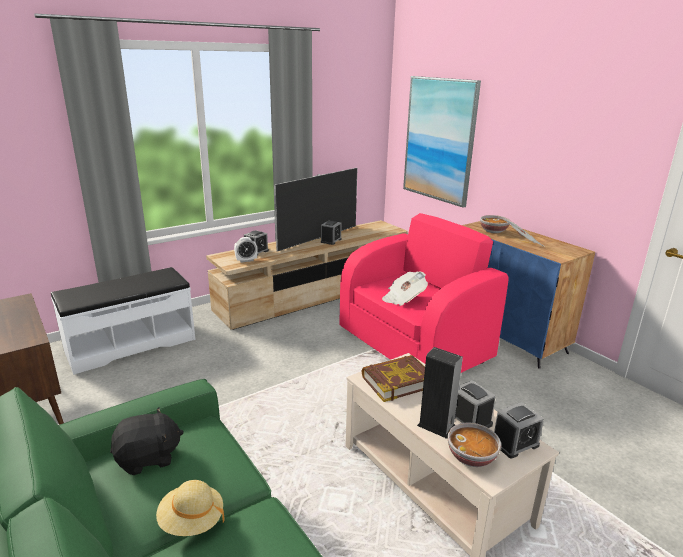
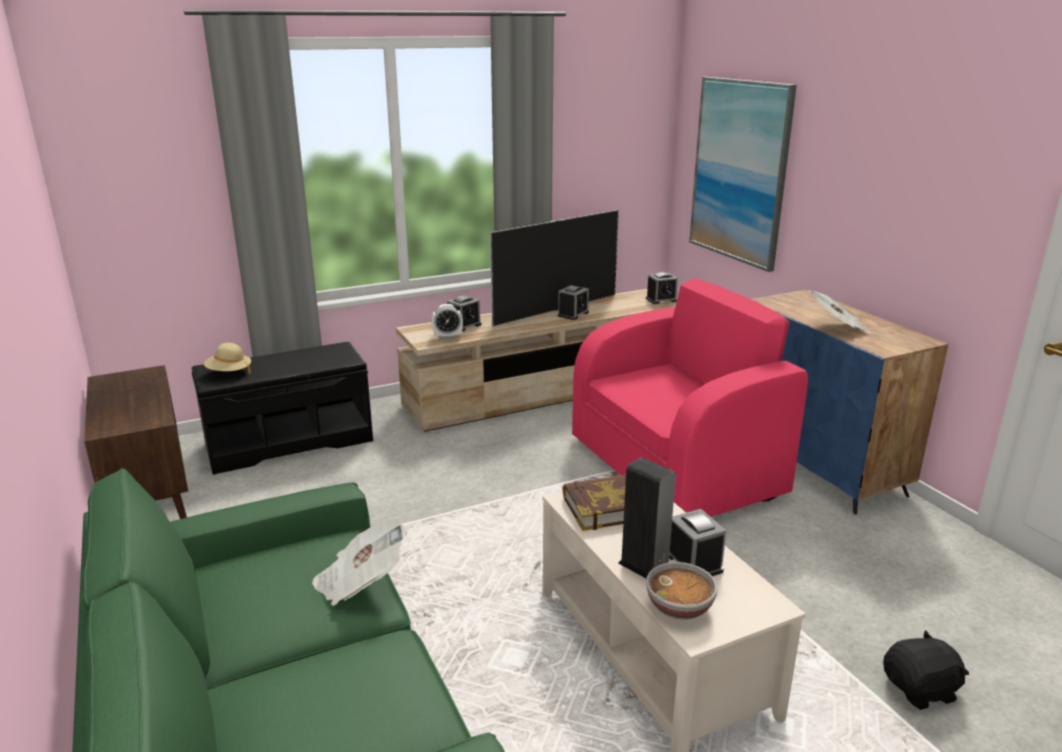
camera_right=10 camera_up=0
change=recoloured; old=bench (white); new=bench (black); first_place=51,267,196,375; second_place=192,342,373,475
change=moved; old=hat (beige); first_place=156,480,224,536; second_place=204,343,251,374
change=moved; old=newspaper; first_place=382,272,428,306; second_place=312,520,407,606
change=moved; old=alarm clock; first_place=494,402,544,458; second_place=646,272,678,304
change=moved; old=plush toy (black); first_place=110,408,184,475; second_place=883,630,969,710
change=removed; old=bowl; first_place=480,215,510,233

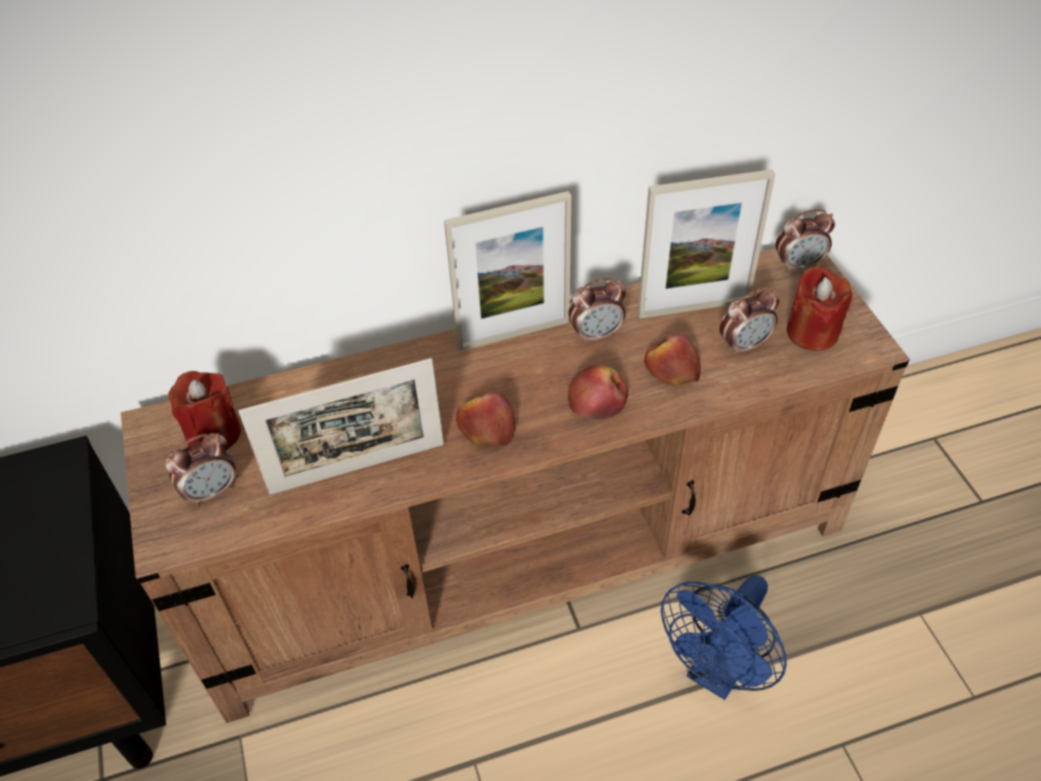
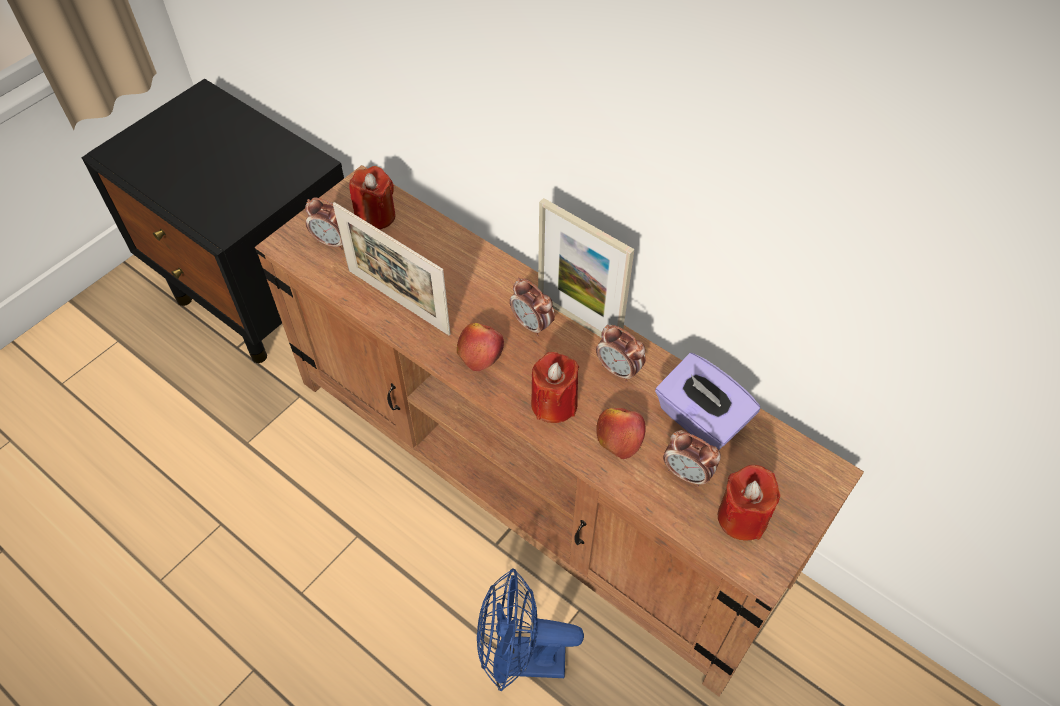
camera_right=55 camera_up=5
change=moved; old=alarm clock; first_place=776,209,835,273; second_place=510,278,555,337
change=replaced; old=apple; new=candle (red); first_place=568,365,628,419; second_place=531,352,579,423
change=replaced; old=picture frame; new=tissue box (purple); first_place=638,169,775,319; second_place=655,353,760,450

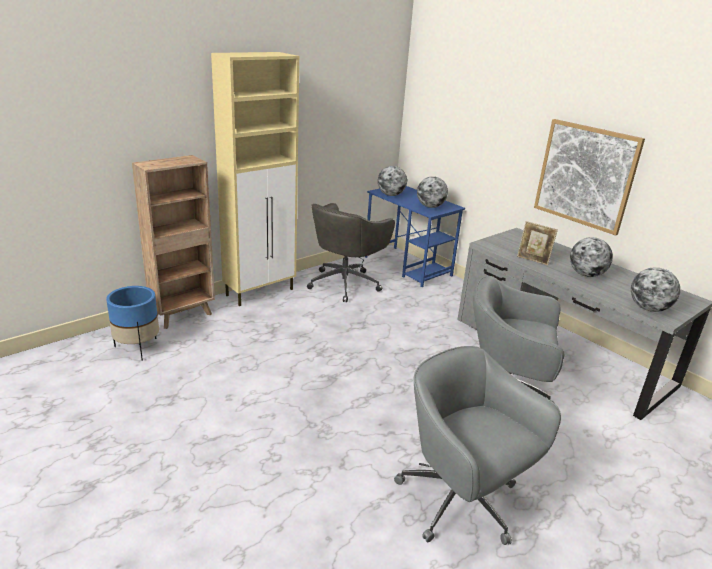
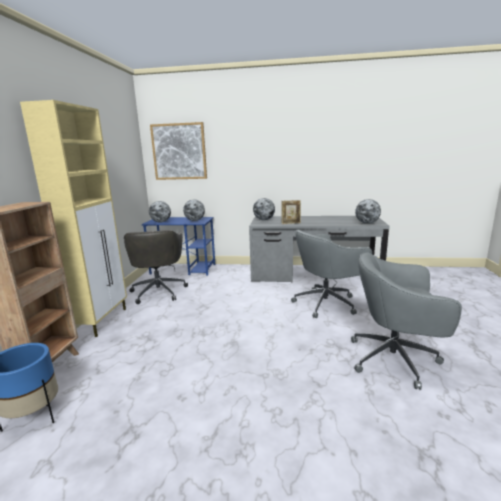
camera_right=-40 camera_up=-10
change=moved; old=picture; first_place=534,119,645,236; second_place=150,122,207,180
change=moved; old=globe; first_place=570,237,613,277; second_place=253,198,275,220

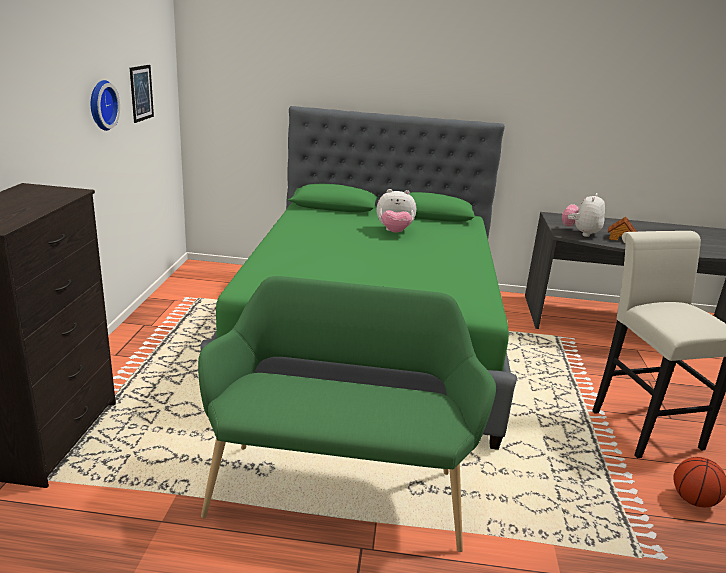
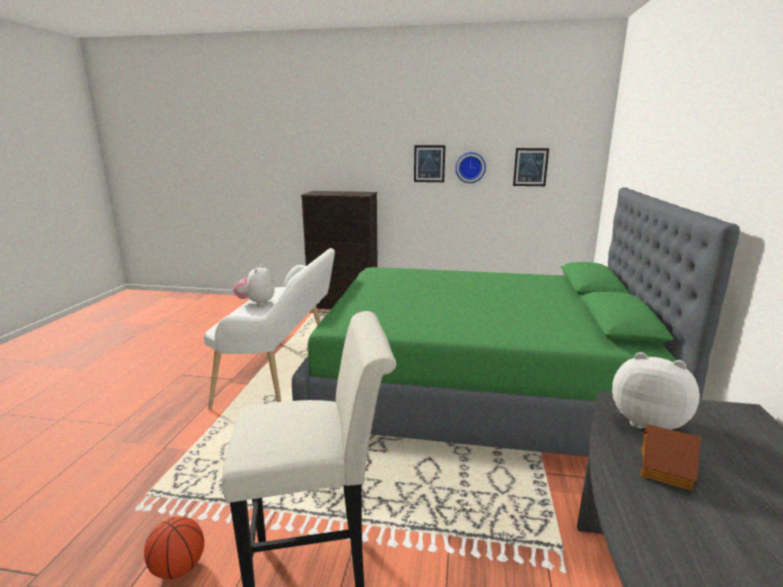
camera_right=95 camera_up=-5
change=recoloured; old=bench (green); new=bench (white); first_place=198,276,496,552; second_place=204,248,335,410
change=moved; old=plush toy; first_place=377,189,416,233; second_place=233,264,274,306
change=added; new=picture; second_place=414,145,445,182

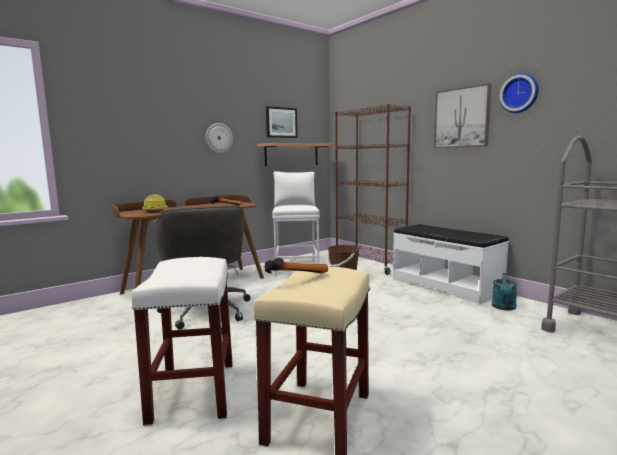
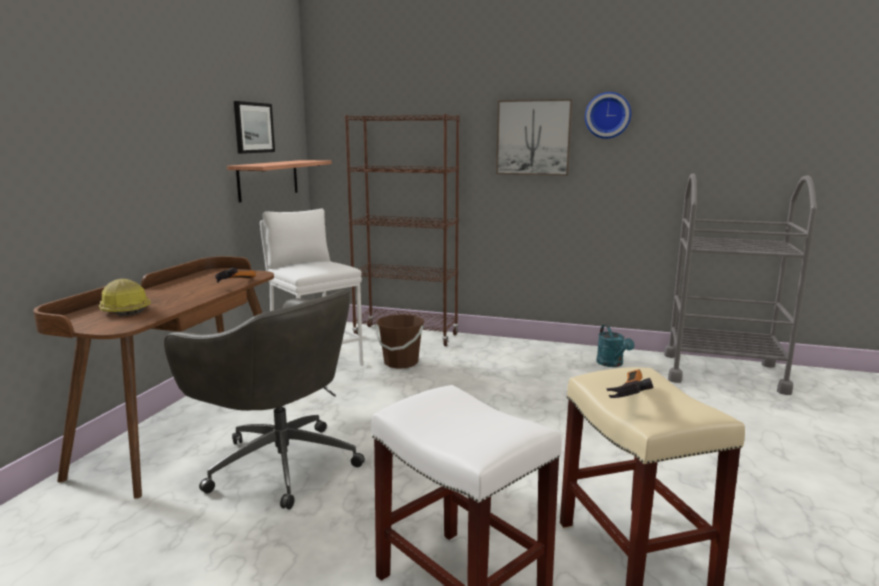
camera_right=-35 camera_up=5
change=removed; old=wall clock; first_place=206,123,233,153
change=removed; old=bench (white); first_place=393,224,509,304

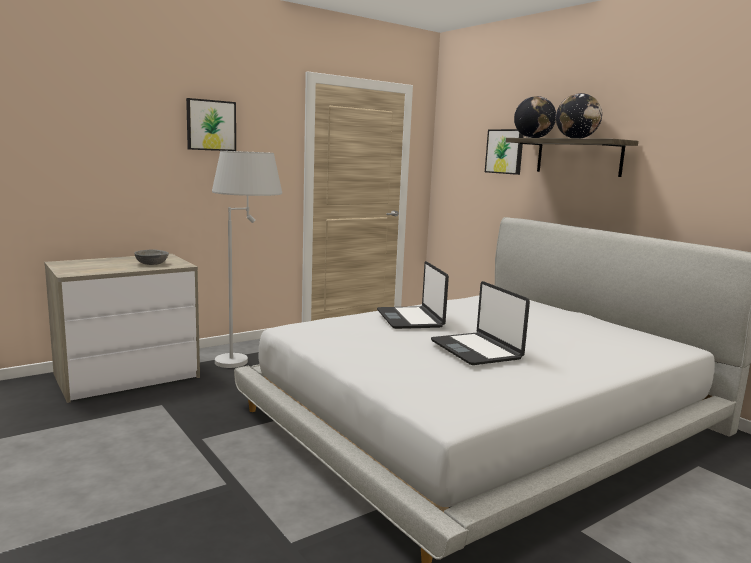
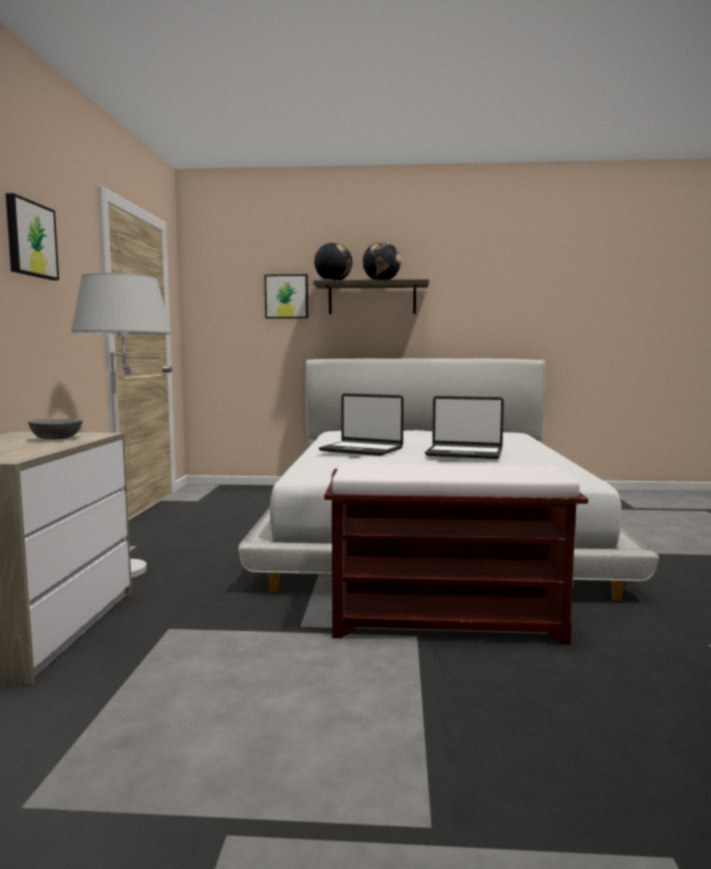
camera_right=-50 camera_up=-5
change=added; new=bench (brown); second_place=324,464,588,645

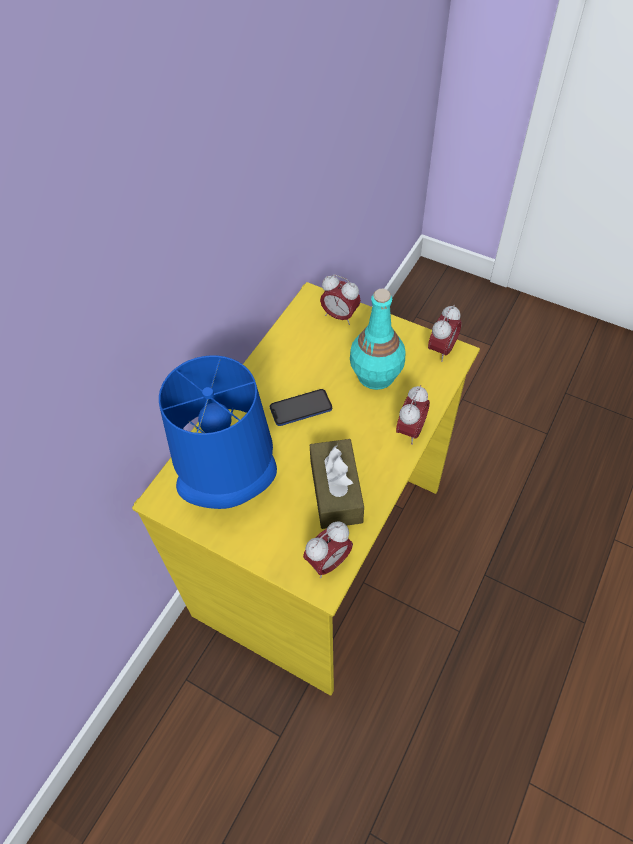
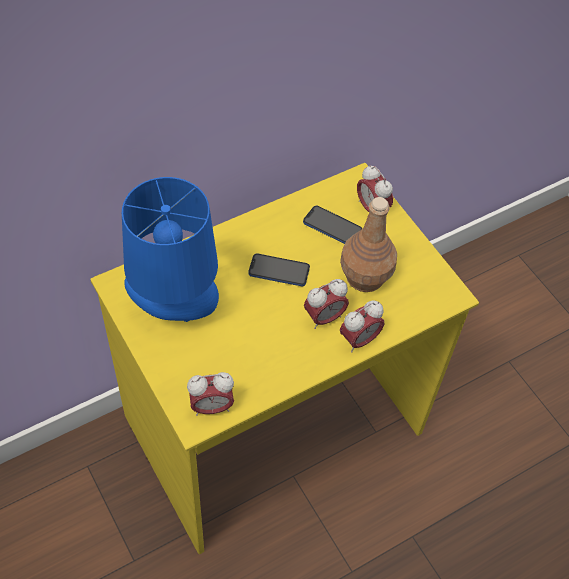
camera_right=25 camera_up=0
change=added; new=phone; second_place=303,206,362,244
change=moved; old=alarm clock; first_place=428,305,462,362; second_place=304,279,349,329
change=recoloured; old=bottle (turquoise); new=bottle (brown); first_place=350,289,406,390; second_place=340,197,397,292
change=removed; old=tissue box (brown); first_place=310,439,364,529

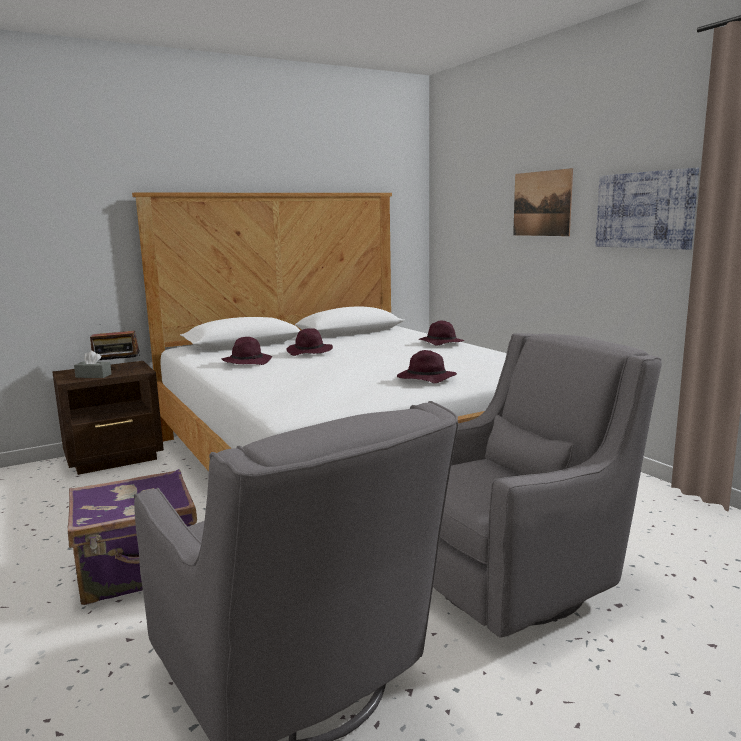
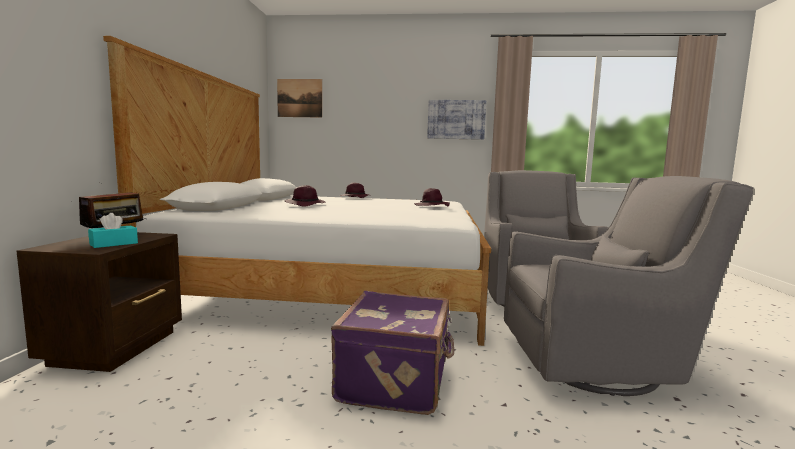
camera_right=-55 camera_up=-5
change=recoloured; old=tissue box (grey); new=tissue box (turquoise); first_place=74,351,112,378; second_place=88,213,138,248
change=moved; old=picture; first_place=513,168,573,236; second_place=277,79,322,118
change=removed; old=hat (purple); first_place=221,337,272,365

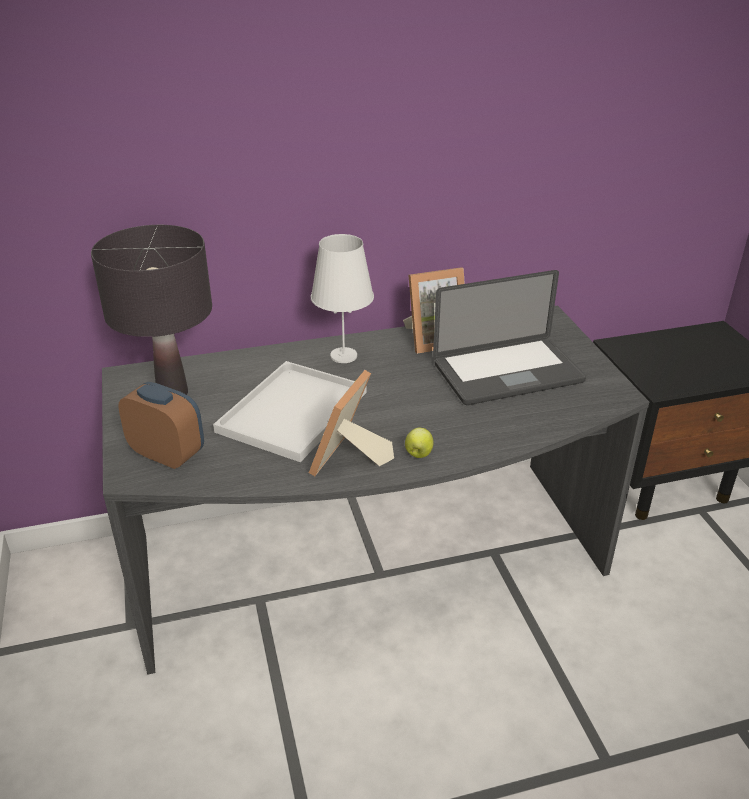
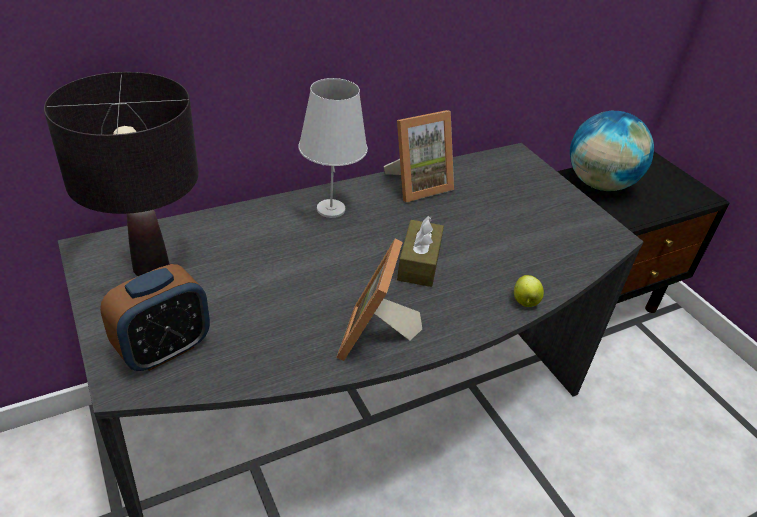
camera_right=-15 camera_up=5
change=turned; old=alarm clock; first_place=118,382,204,469; second_place=100,264,210,371; degrees=120
change=added; new=tissue box (brown); second_place=397,216,444,287
change=moved; old=apple; first_place=405,428,433,458; second_place=514,275,544,307
change=added; new=globe; second_place=570,111,654,191
change=removed; old=tray (white); first_place=213,361,367,462
change=removed; old=laptop; first_place=433,270,586,405

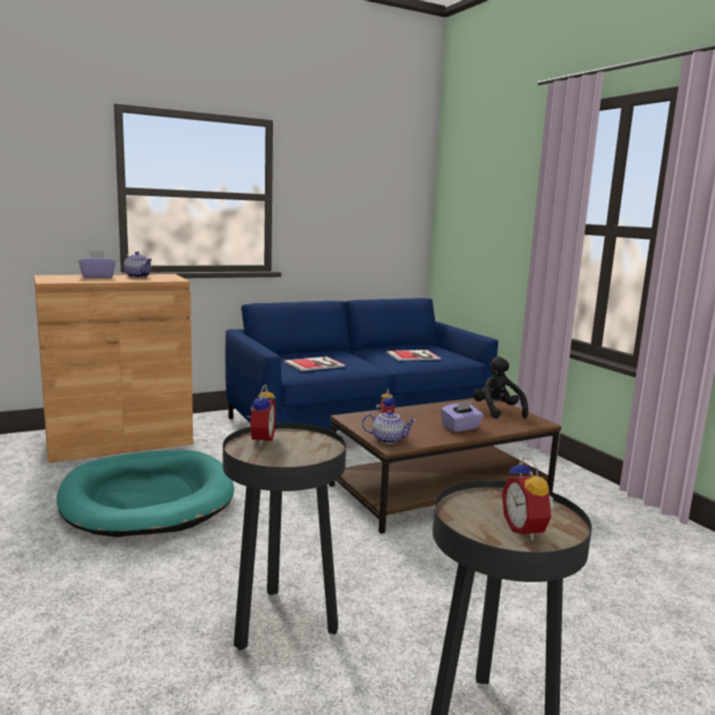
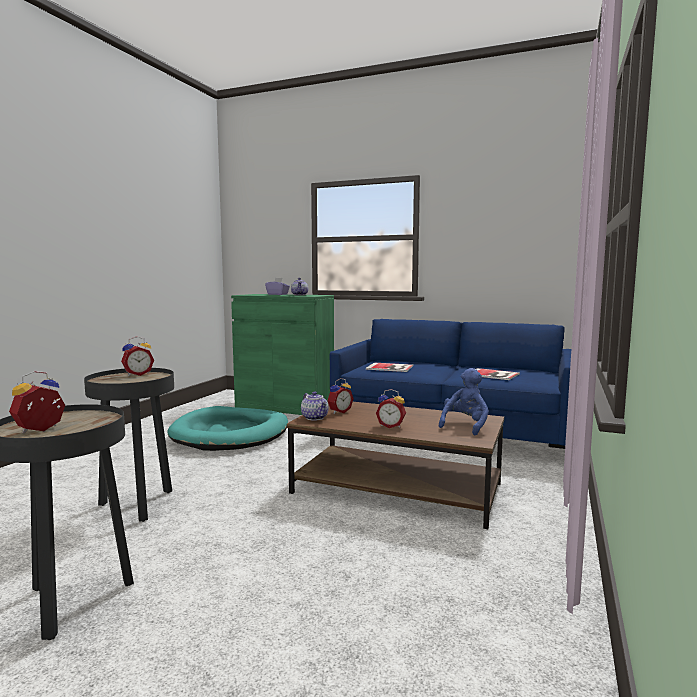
camera_right=50 camera_up=-5
change=recoloured; old=cabinet (brown); new=cabinet (green); first_place=34,274,193,463; second_place=231,294,334,415
change=replaced; old=tissue box (purple); new=alarm clock; first_place=441,400,483,432; second_place=376,389,406,428
change=recoloured; old=plush toy (black); new=plush toy (blue); first_place=473,357,528,419; second_place=439,368,489,435

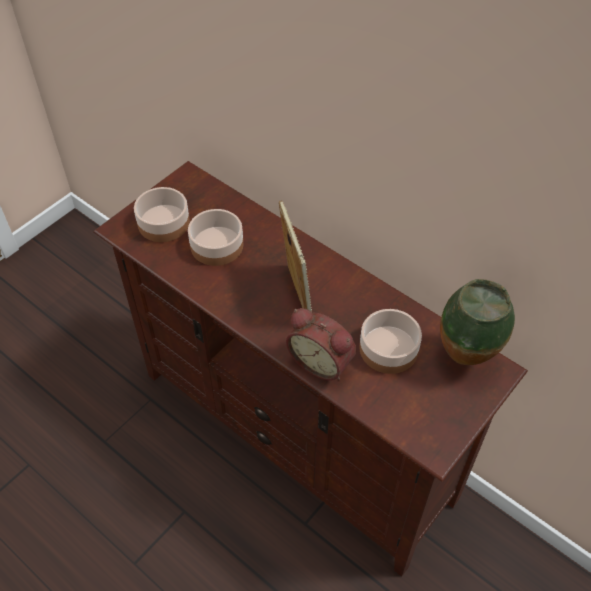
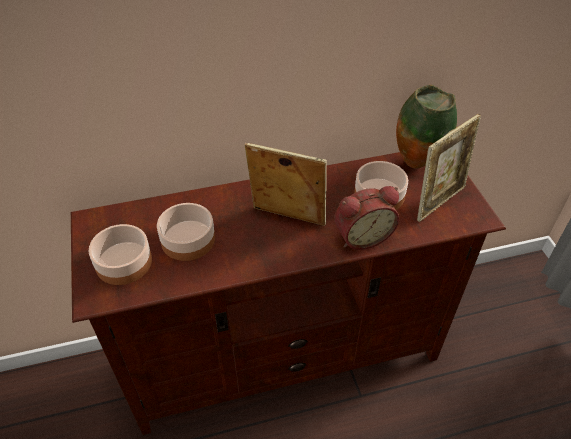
camera_right=-55 camera_up=-5
change=added; new=picture frame; second_place=417,114,481,222

